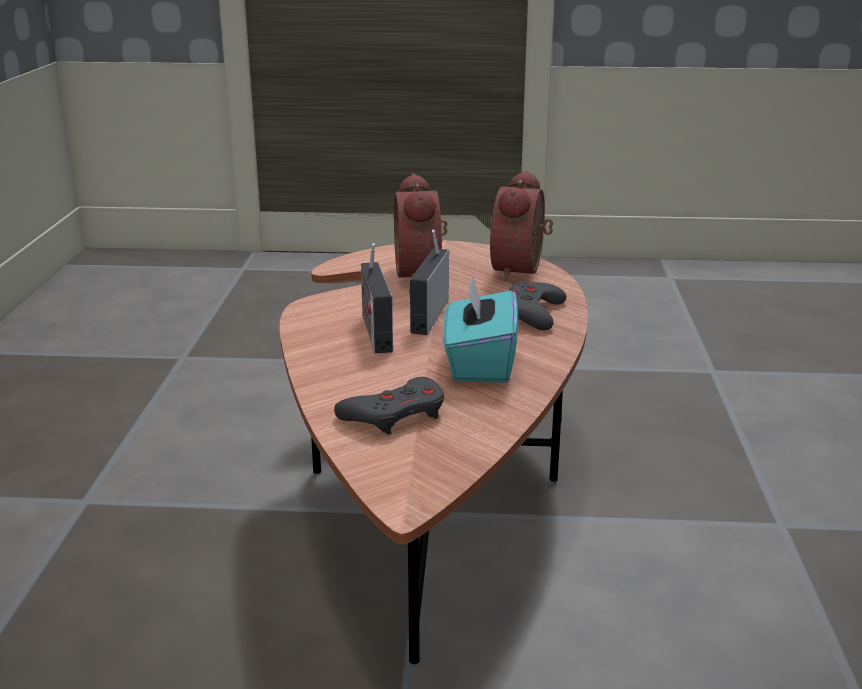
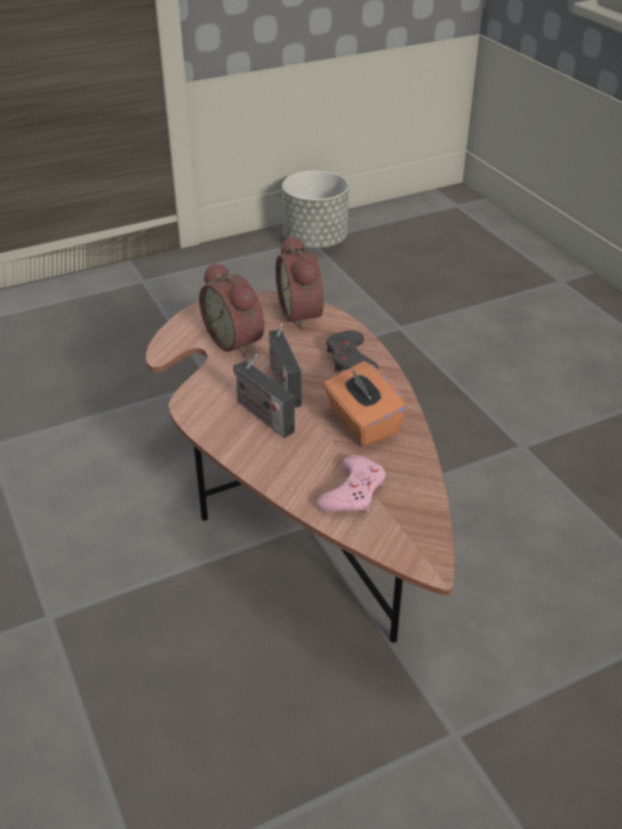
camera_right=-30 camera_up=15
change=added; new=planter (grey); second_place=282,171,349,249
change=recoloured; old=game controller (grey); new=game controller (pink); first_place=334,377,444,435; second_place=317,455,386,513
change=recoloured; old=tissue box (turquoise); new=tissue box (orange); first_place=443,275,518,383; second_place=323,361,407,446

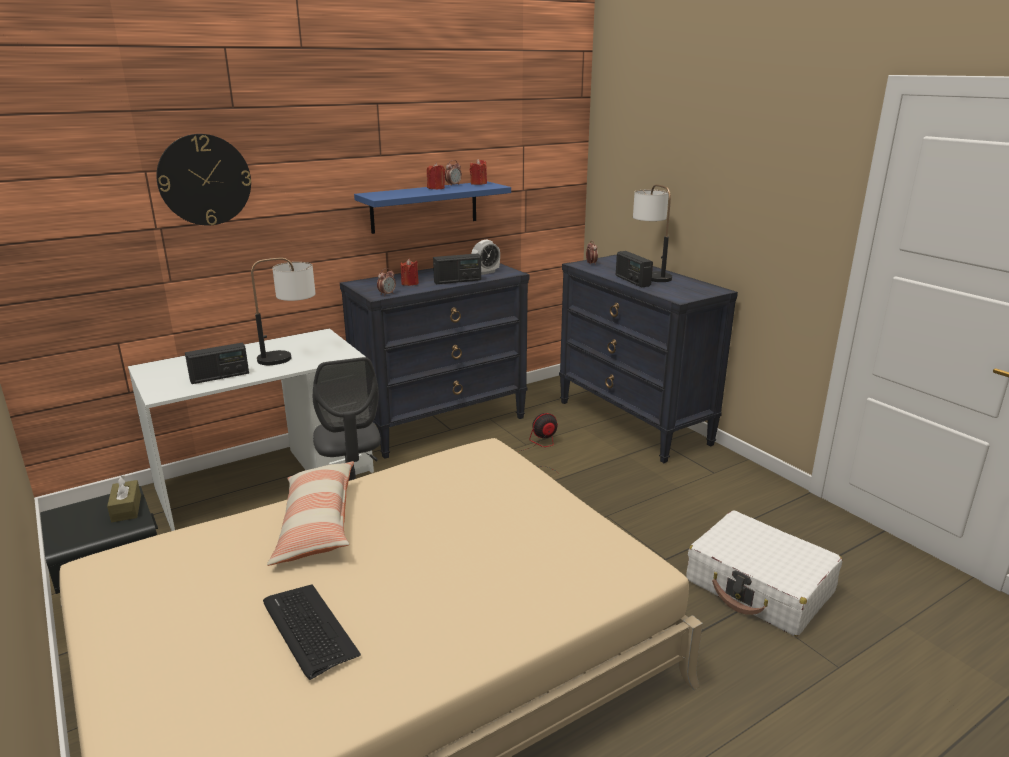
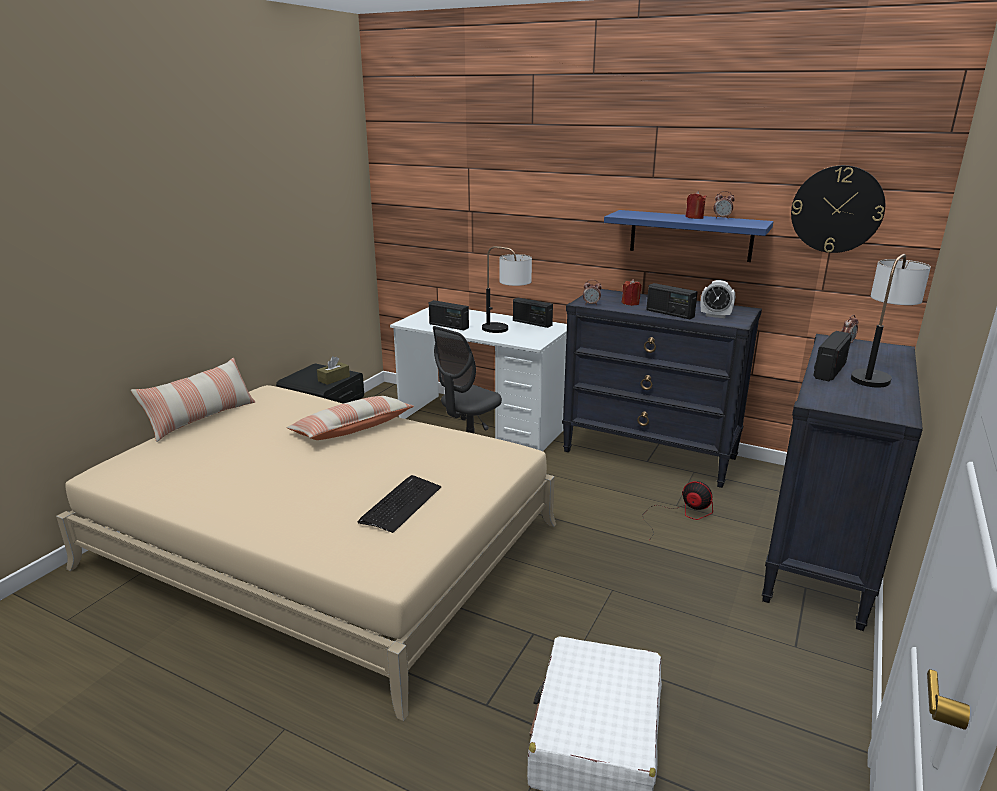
camera_right=60 camera_up=0
change=added; new=pillow; second_place=131,358,255,442
change=moved; old=keyboard; first_place=263,584,361,680; second_place=357,475,441,533
change=added; new=radio; second_place=513,298,553,328
change=moved; old=wall clock; first_place=156,134,251,226; second_place=791,165,885,253
change=removed; old=candle (red); first_place=470,159,487,185

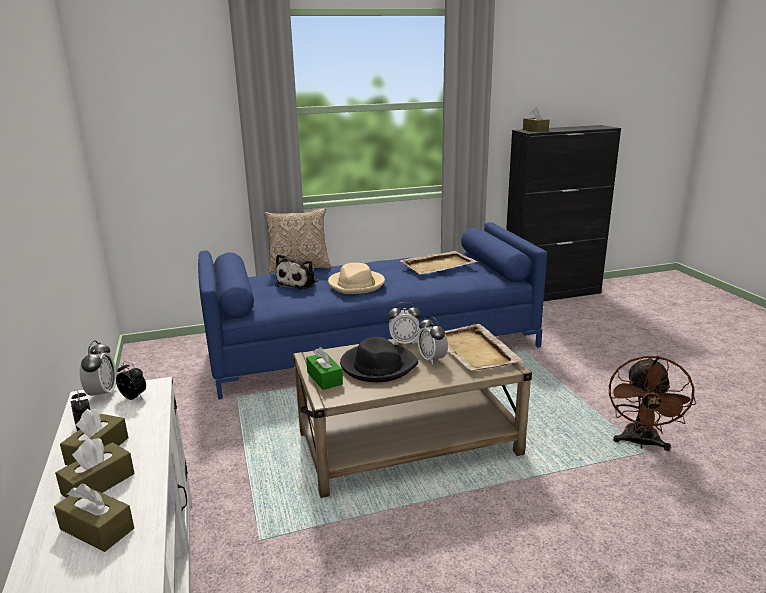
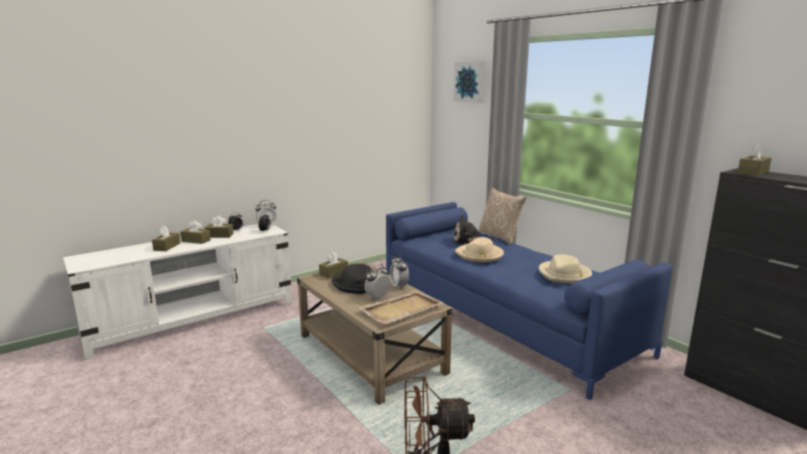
camera_right=70 camera_up=-5
change=recoloured; old=tissue box (green); new=tissue box (brown); first_place=306,347,343,390; second_place=319,252,348,279
change=added; new=picture; second_place=454,61,486,103
change=replaced; old=tray (beige); new=hat (beige); first_place=401,251,477,274; second_place=539,254,592,283

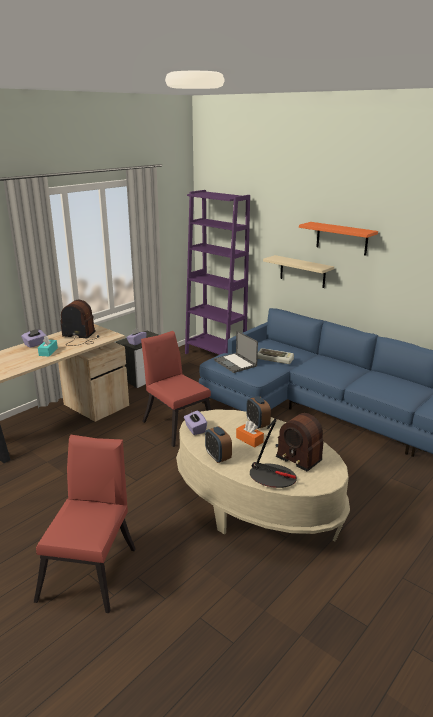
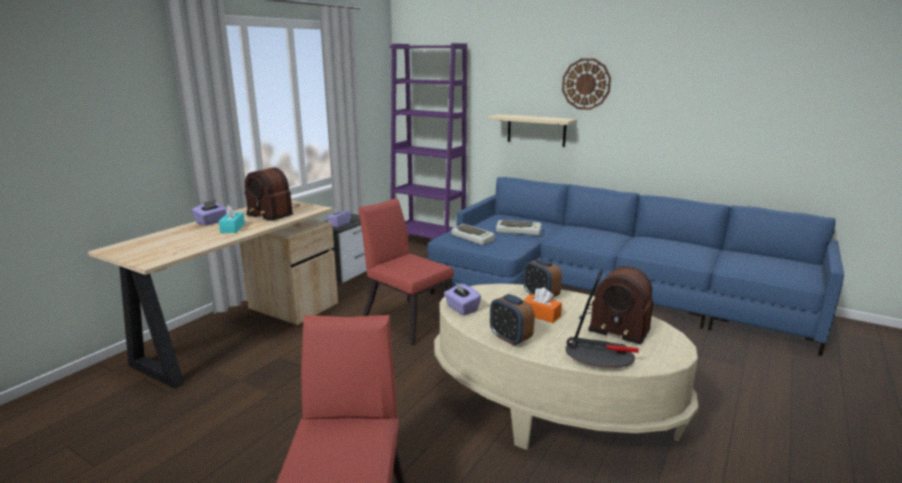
camera_right=-10 camera_up=-5
change=turned; old=radio; first_place=60,300,99,346; second_place=245,167,300,221; degrees=-150
change=replaced; old=laptop; new=keyboard; first_place=214,330,258,373; second_place=451,224,494,245
change=replaced; old=shelf (orange); new=wall clock; first_place=299,222,378,256; second_place=562,58,611,110

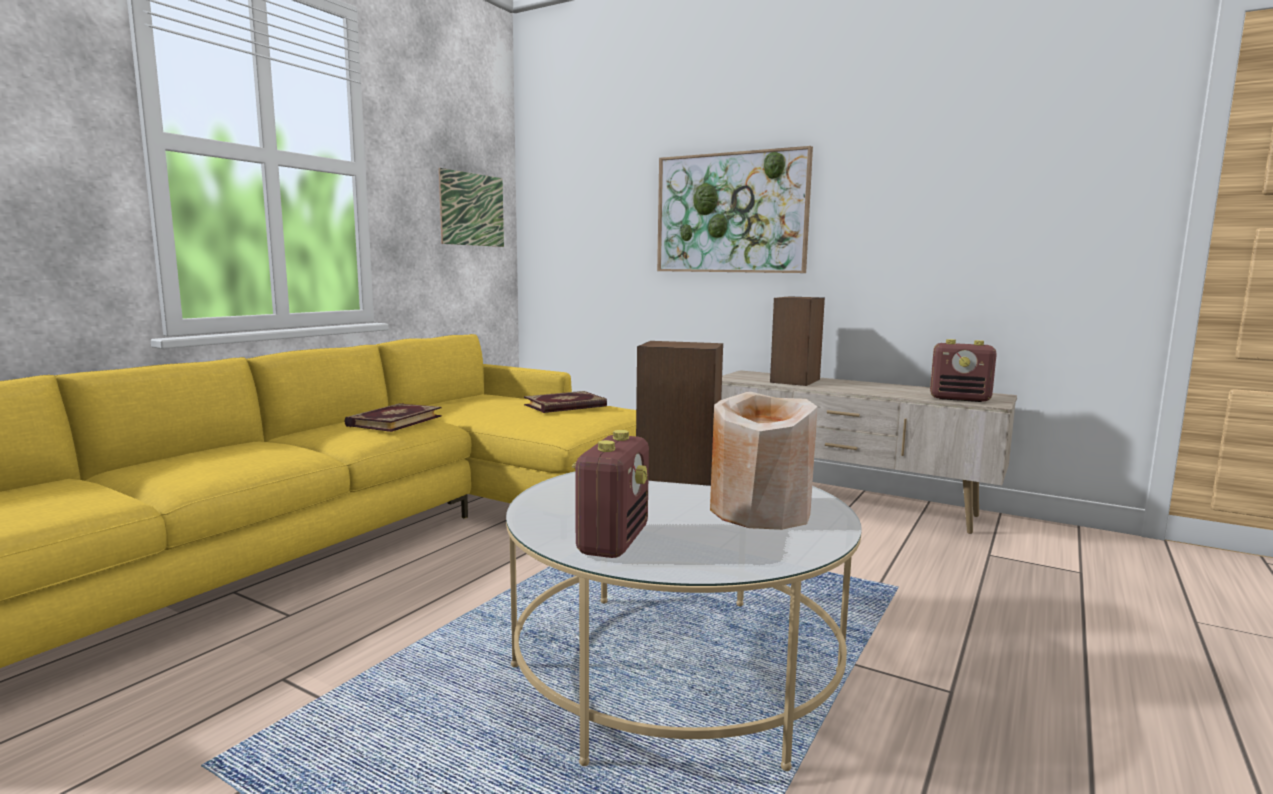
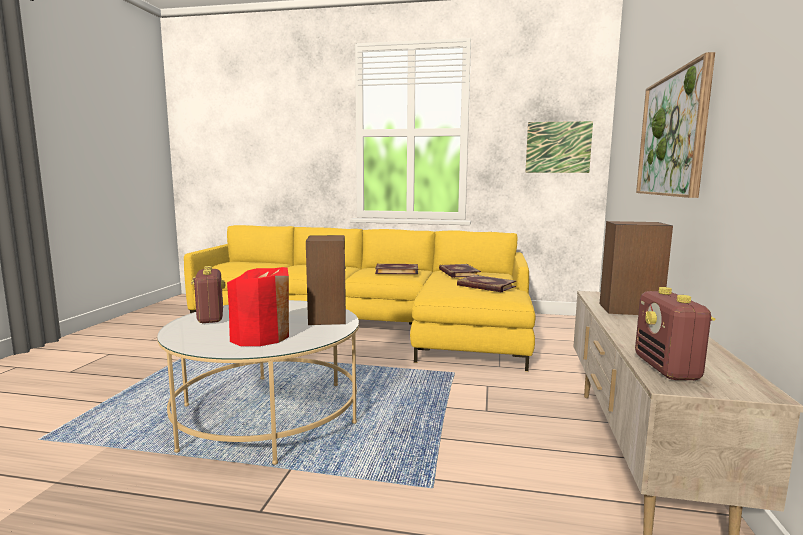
camera_right=70 camera_up=0
change=turned; old=radio; first_place=572,430,649,558; second_place=191,266,226,323; degrees=-105
change=recoloured; old=vase (beige); new=vase (red); first_place=710,392,818,530; second_place=227,267,289,346
change=added; new=book; second_place=439,264,481,278

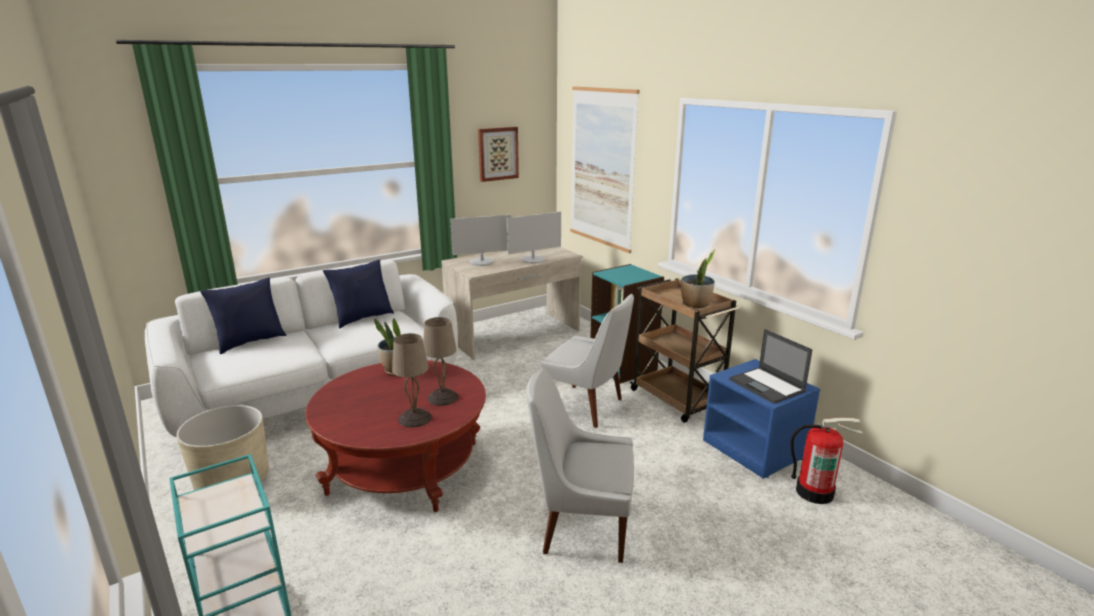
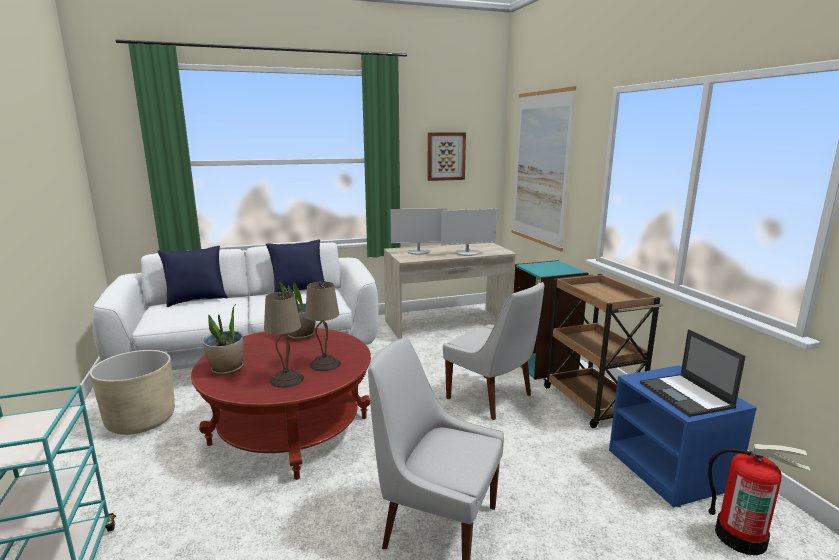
camera_right=15 camera_up=-5
change=moved; old=potted plant; first_place=681,249,716,310; second_place=203,304,244,375

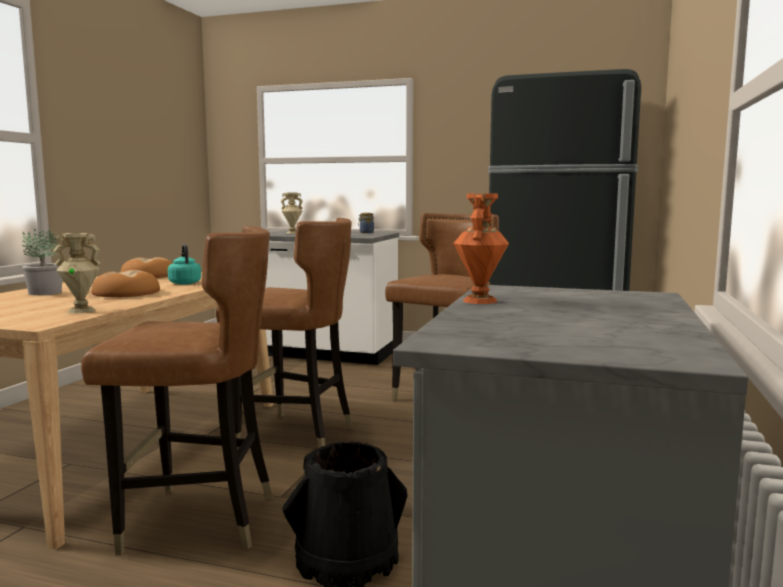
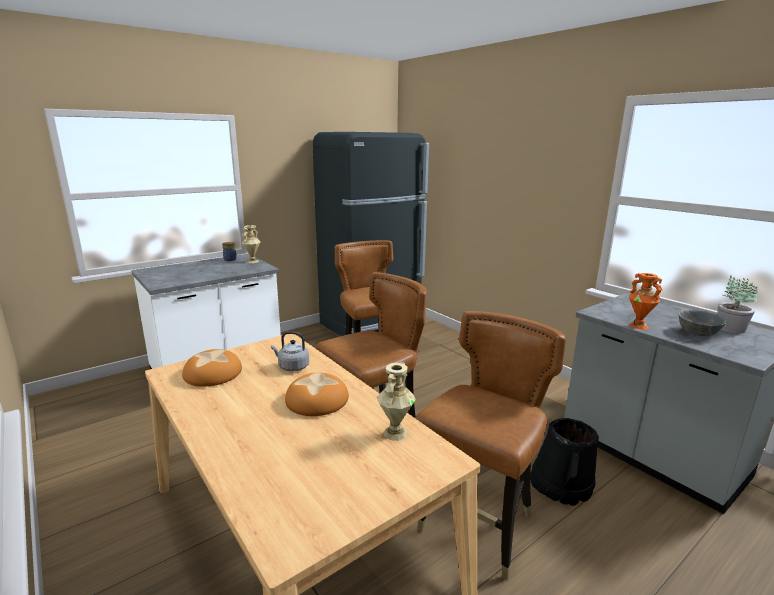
camera_right=-55 camera_up=10
change=moved; old=vase (beige); first_place=281,193,303,234; second_place=241,225,260,263
change=recoloured; old=kettle (turquoise); new=kettle (grey); first_place=168,244,201,285; second_place=271,332,309,372
change=added; new=bowl (grey); second_place=678,310,726,336
change=moved; old=potted plant; first_place=22,228,62,295; second_place=717,276,758,333

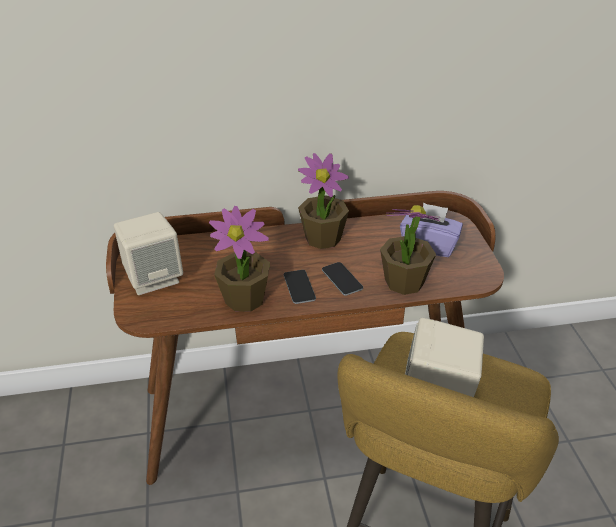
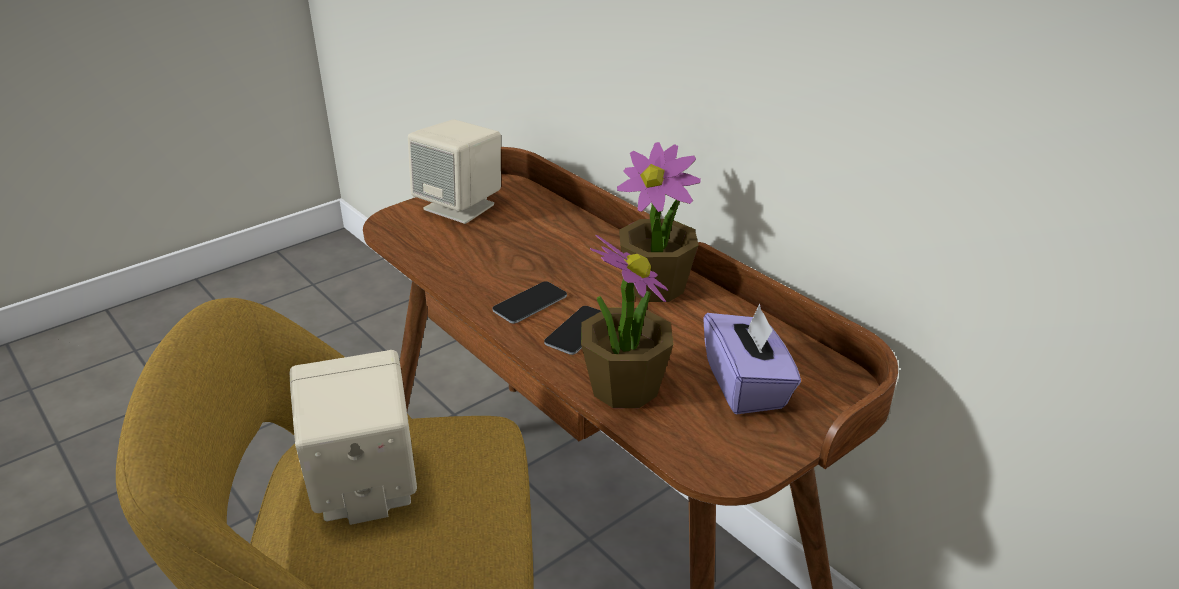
camera_right=60 camera_up=-5
change=removed; old=potted plant; first_place=209,206,270,312

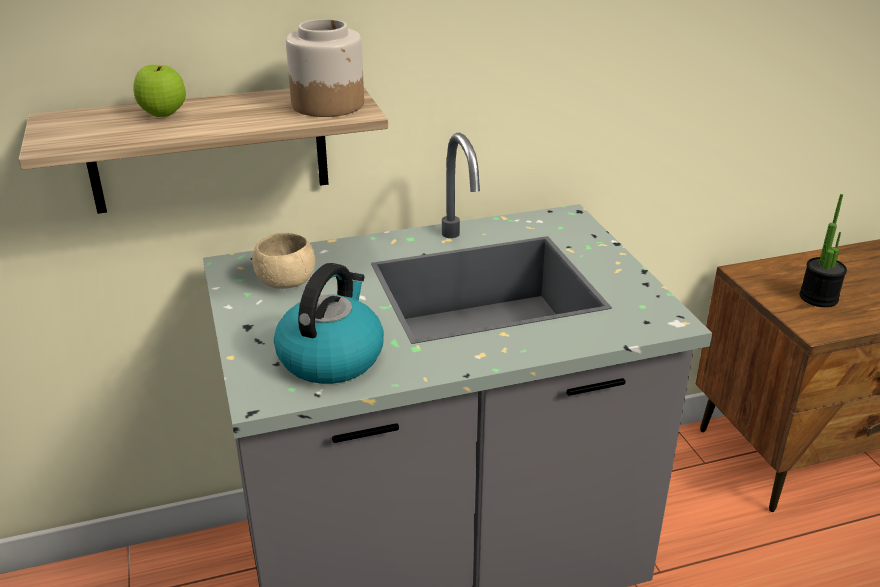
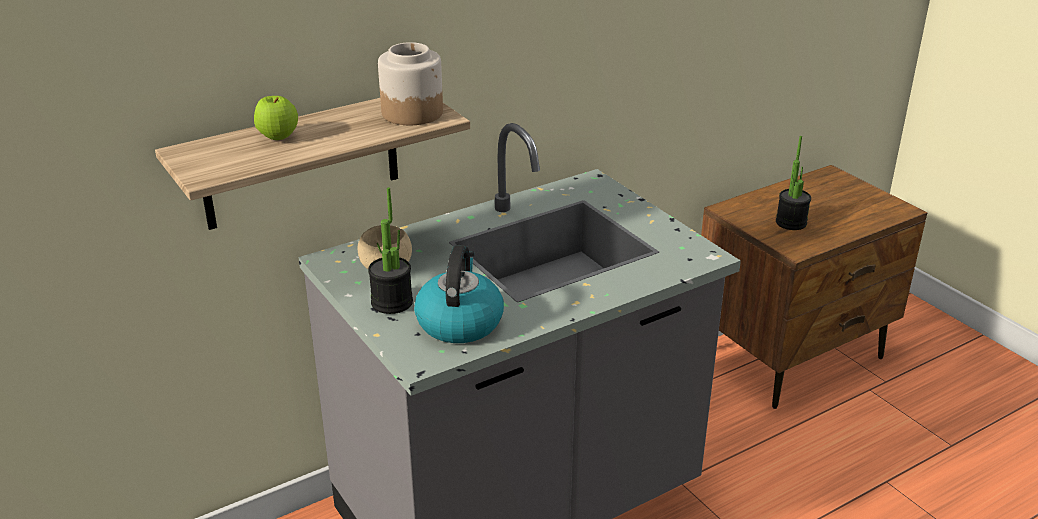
camera_right=-15 camera_up=0
change=added; new=potted plant; second_place=368,187,413,314

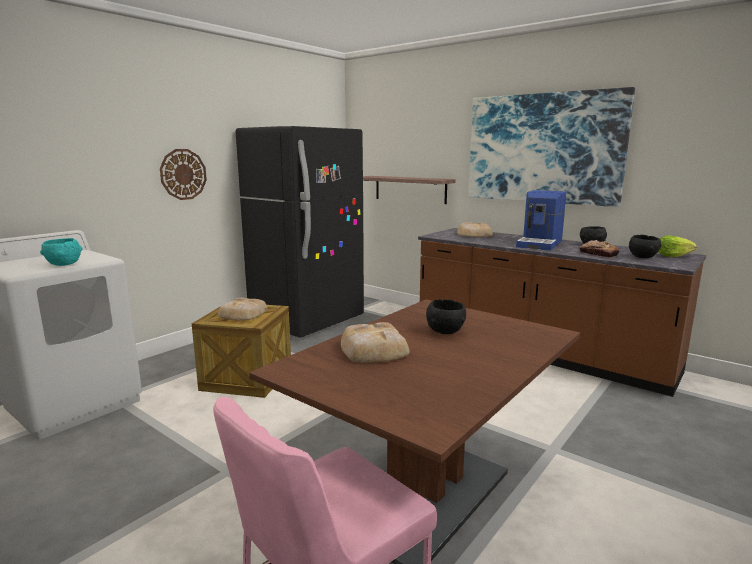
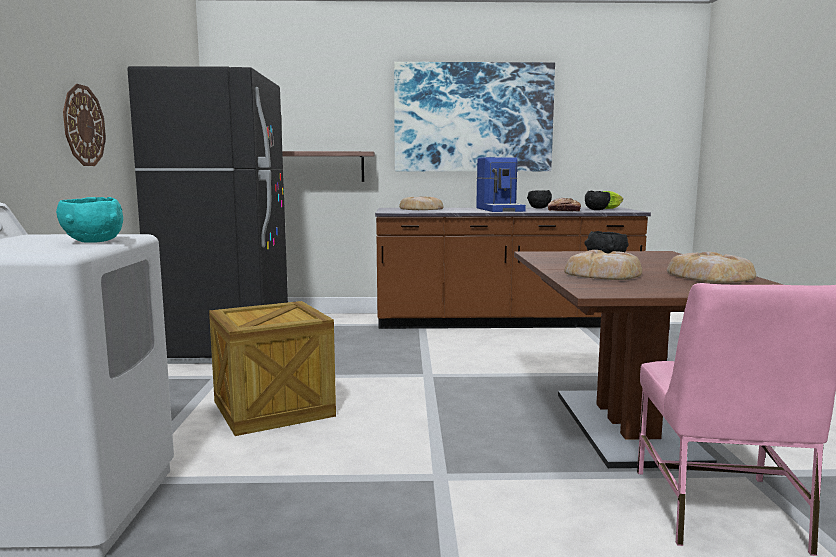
camera_right=-40 camera_up=-5
change=moved; old=bread; first_place=218,298,267,320; second_place=667,252,756,283

